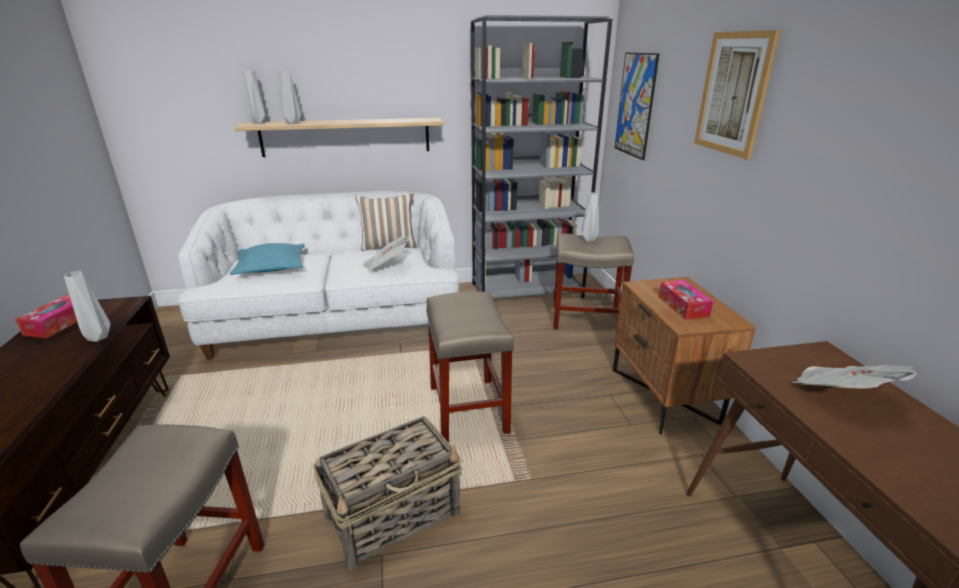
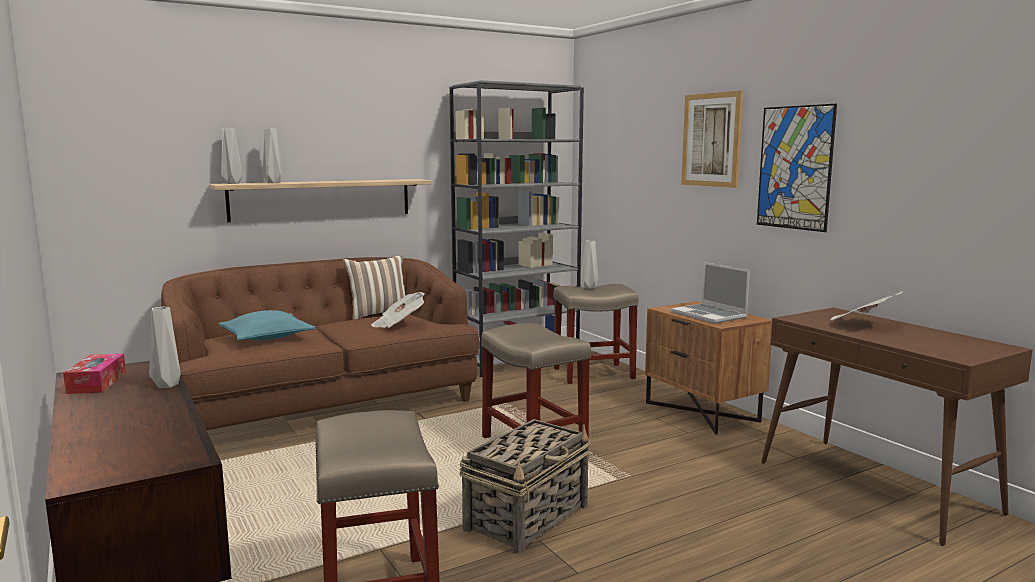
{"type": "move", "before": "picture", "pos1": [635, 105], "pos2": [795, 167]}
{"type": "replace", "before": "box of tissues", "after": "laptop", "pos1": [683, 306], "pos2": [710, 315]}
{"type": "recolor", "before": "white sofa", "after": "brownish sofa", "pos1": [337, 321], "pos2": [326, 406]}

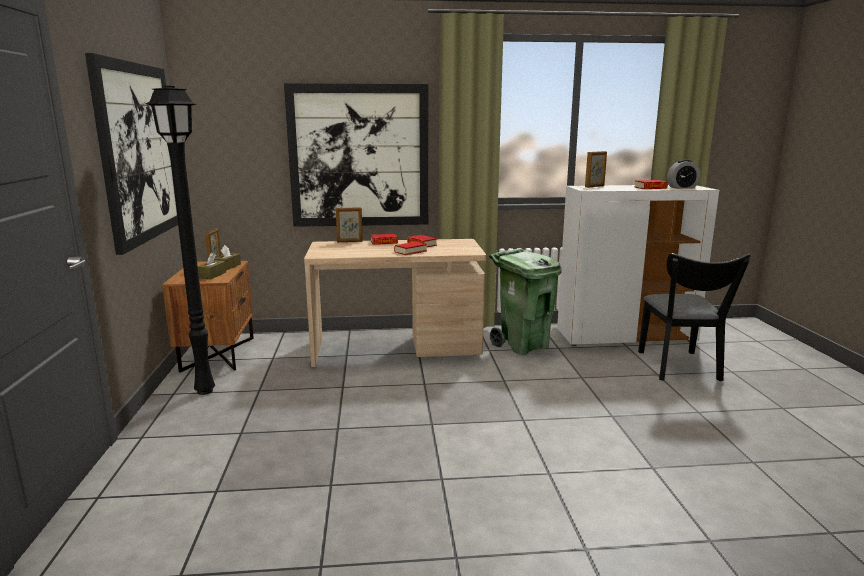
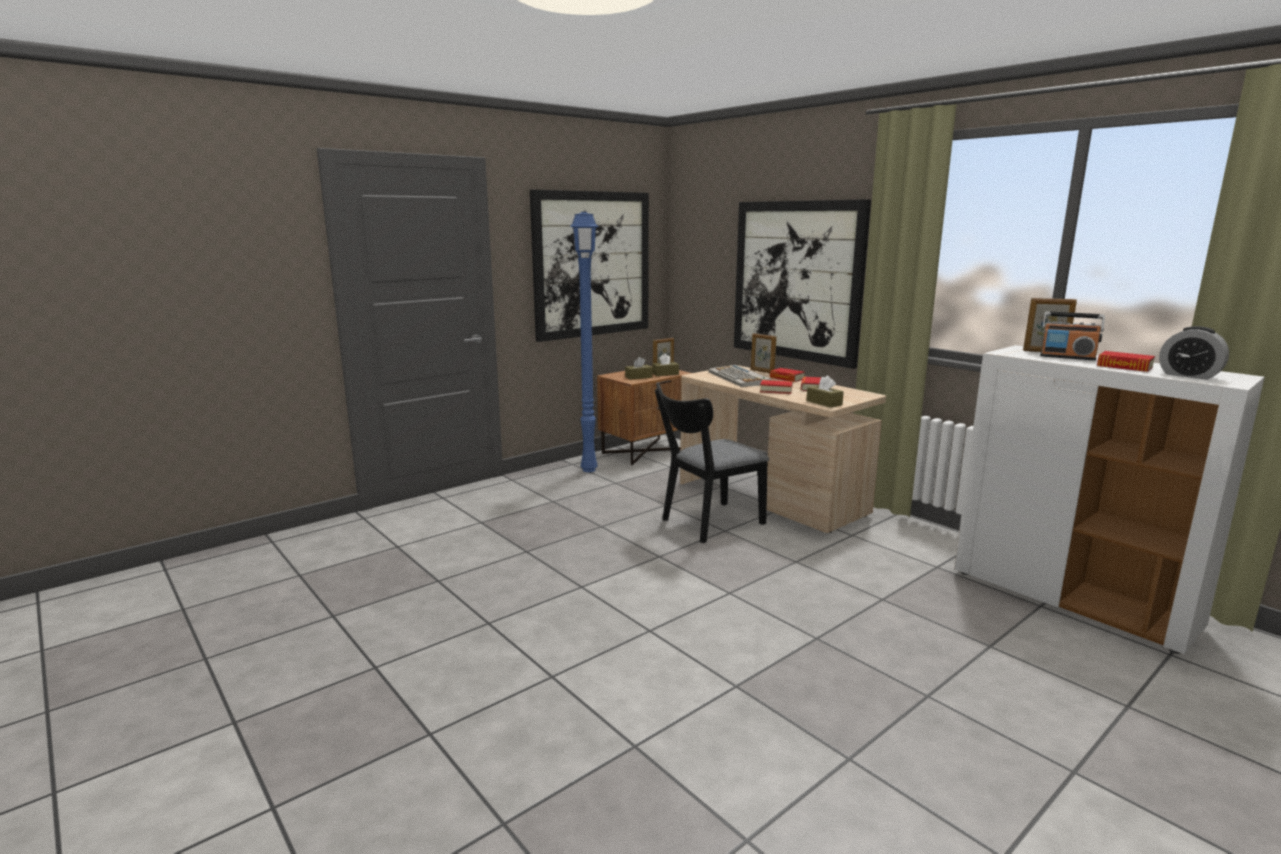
{"type": "delete", "before": "green-coloured rubbish bin", "pos1": [523, 345]}
{"type": "insert", "after": "PC keyboard", "pos2": [739, 378]}
{"type": "insert", "after": "brownish box of tissues", "pos2": [824, 403]}
{"type": "insert", "after": "radio", "pos2": [1067, 357]}
{"type": "move", "before": "black-coloured plain chair", "pos1": [680, 368], "pos2": [707, 523]}
{"type": "recolor", "before": "black-coloured standard lamp", "after": "blue standard lamp", "pos1": [205, 390], "pos2": [590, 469]}

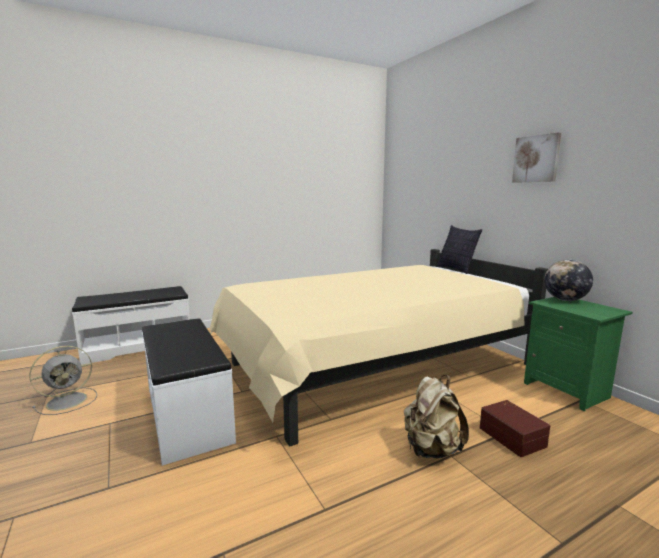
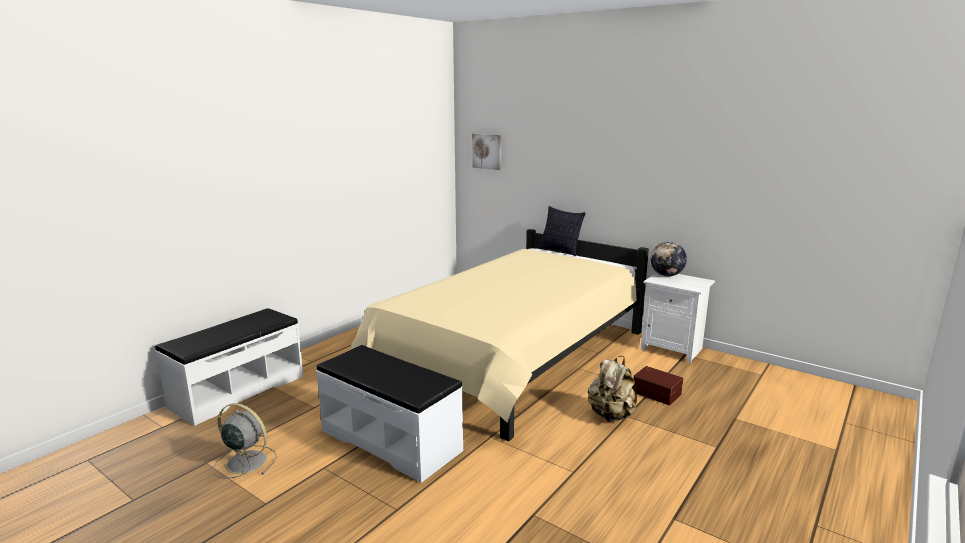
{"type": "move", "before": "picture", "pos1": [536, 159], "pos2": [487, 151]}
{"type": "recolor", "before": "green-coloured night table", "after": "white night table", "pos1": [567, 390], "pos2": [672, 349]}
{"type": "rotate", "before": "gray cooling fan", "pos1": [69, 401], "pos2": [245, 461], "turn": -90}

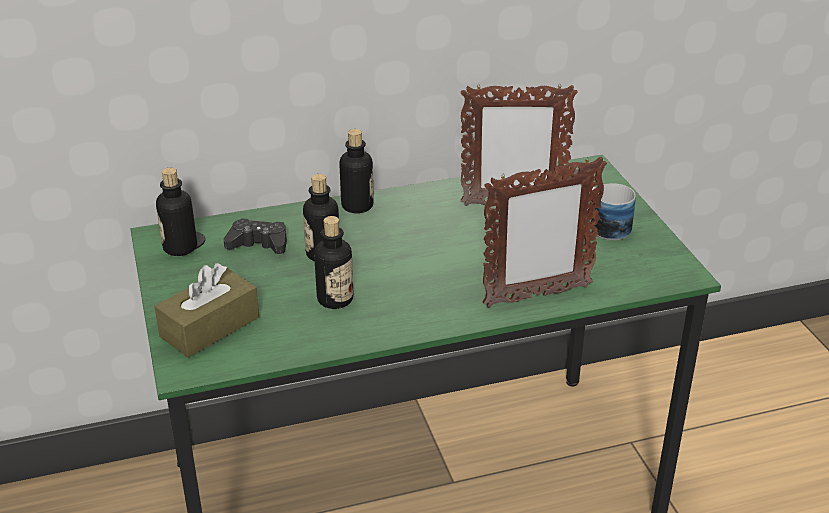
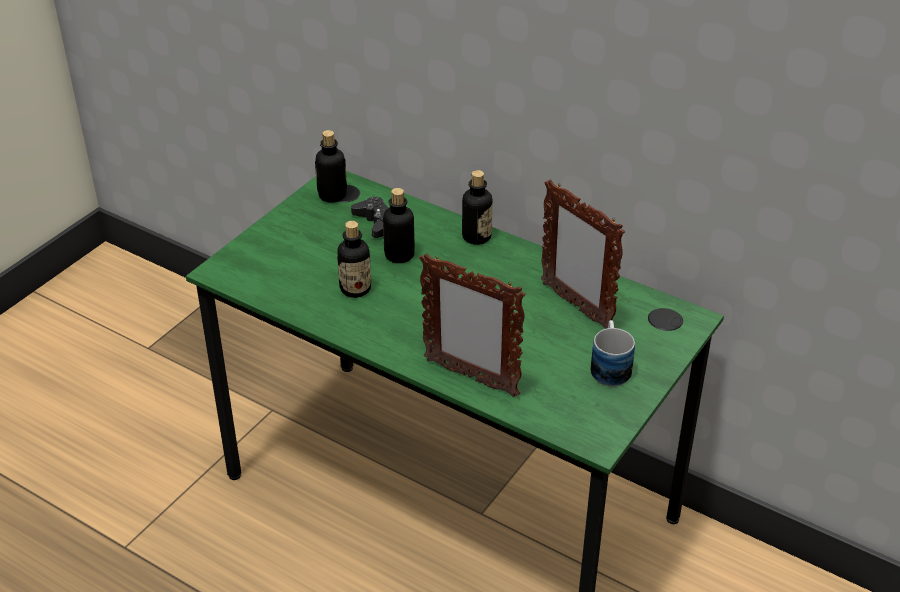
{"type": "delete", "before": "brownish box of tissues", "pos1": [210, 327]}

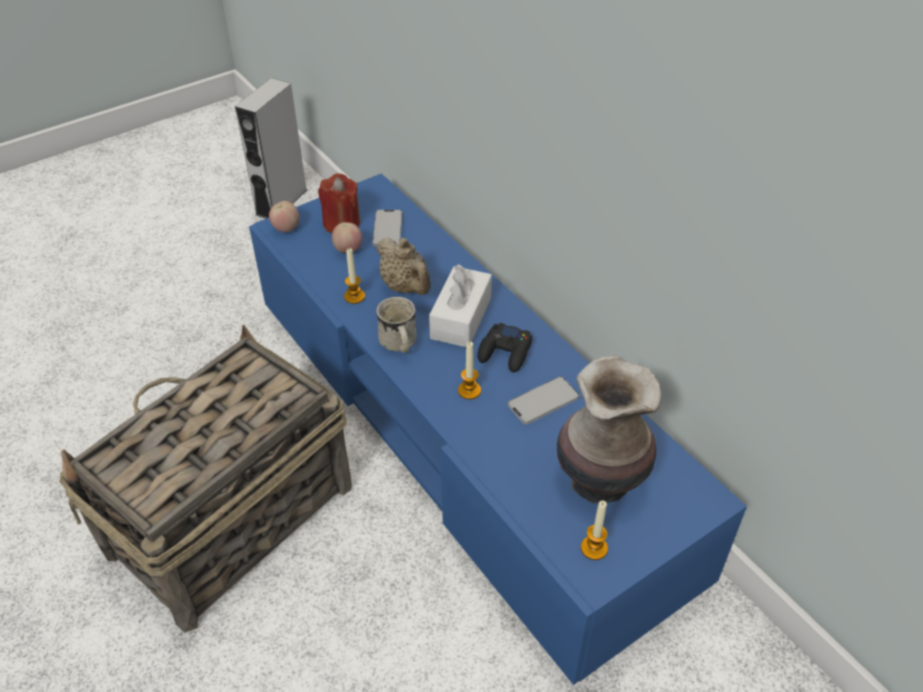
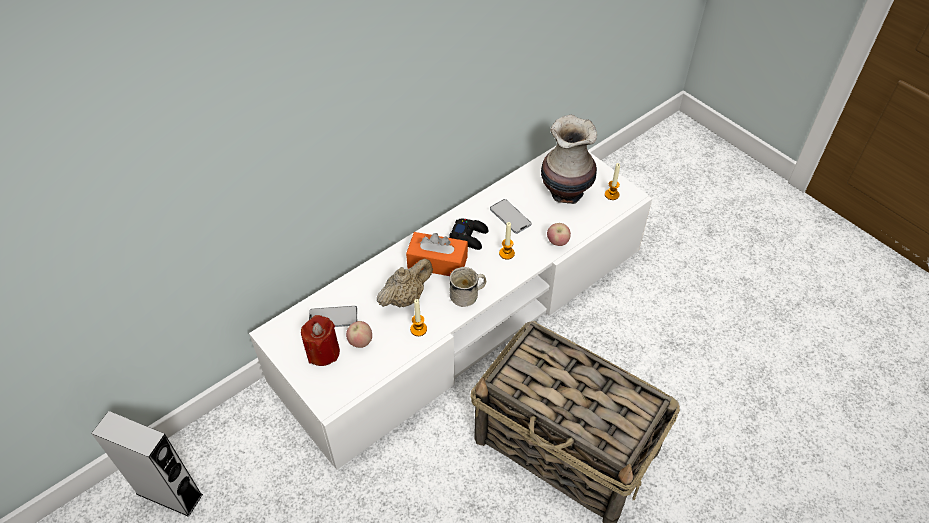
{"type": "move", "before": "apple", "pos1": [286, 228], "pos2": [557, 242]}
{"type": "recolor", "before": "blue tv unit", "after": "white tv unit", "pos1": [461, 429], "pos2": [464, 315]}
{"type": "recolor", "before": "white box of tissues", "after": "orange-coloured box of tissues", "pos1": [461, 318], "pos2": [437, 262]}

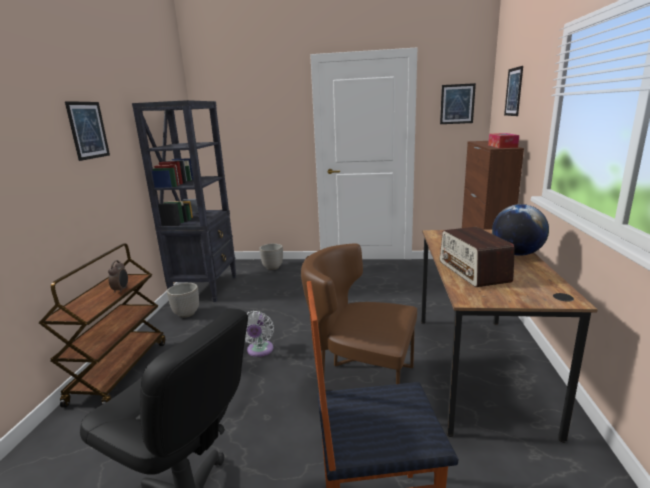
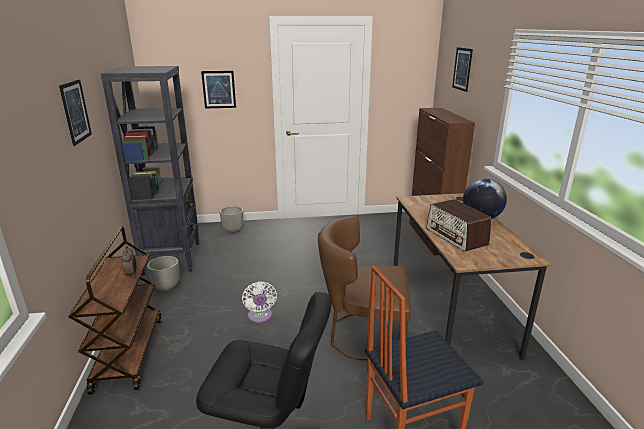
{"type": "delete", "before": "box of tissues", "pos1": [502, 146]}
{"type": "move", "before": "picture", "pos1": [457, 104], "pos2": [219, 89]}

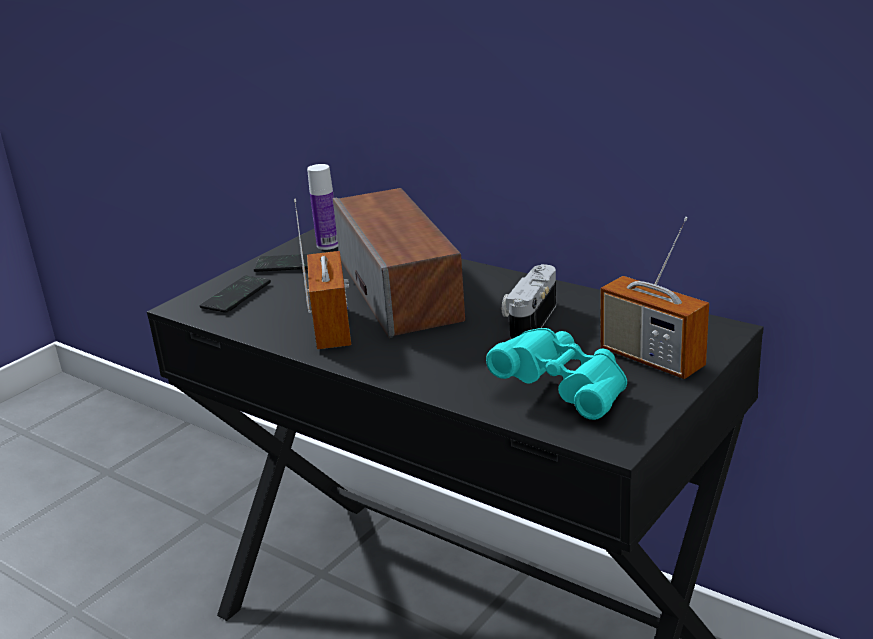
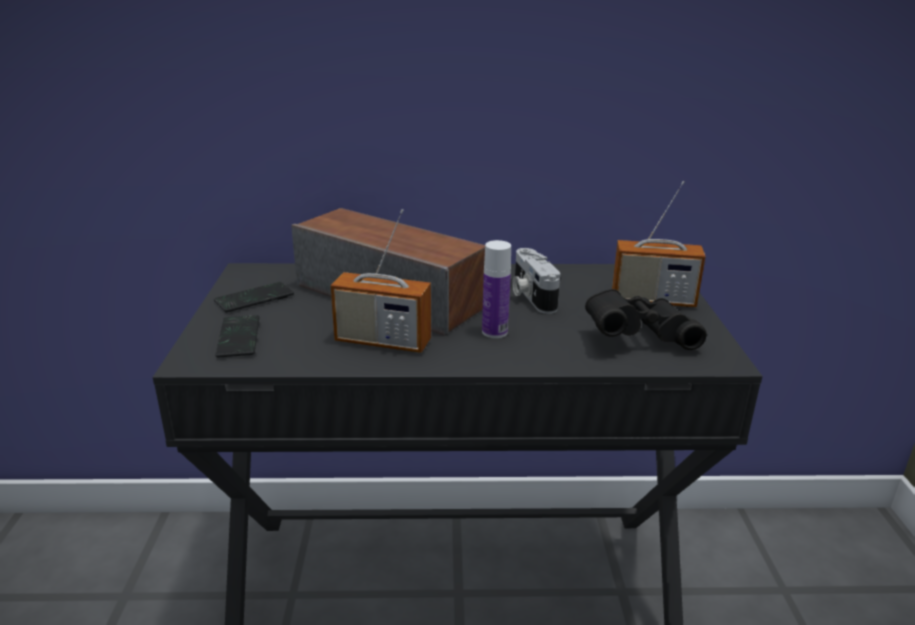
{"type": "move", "before": "drink bottle", "pos1": [328, 245], "pos2": [494, 332]}
{"type": "recolor", "before": "turquoise-coloured field glasses", "after": "black-coloured field glasses", "pos1": [564, 391], "pos2": [637, 337]}
{"type": "rotate", "before": "radio", "pos1": [332, 329], "pos2": [383, 341], "turn": 150}

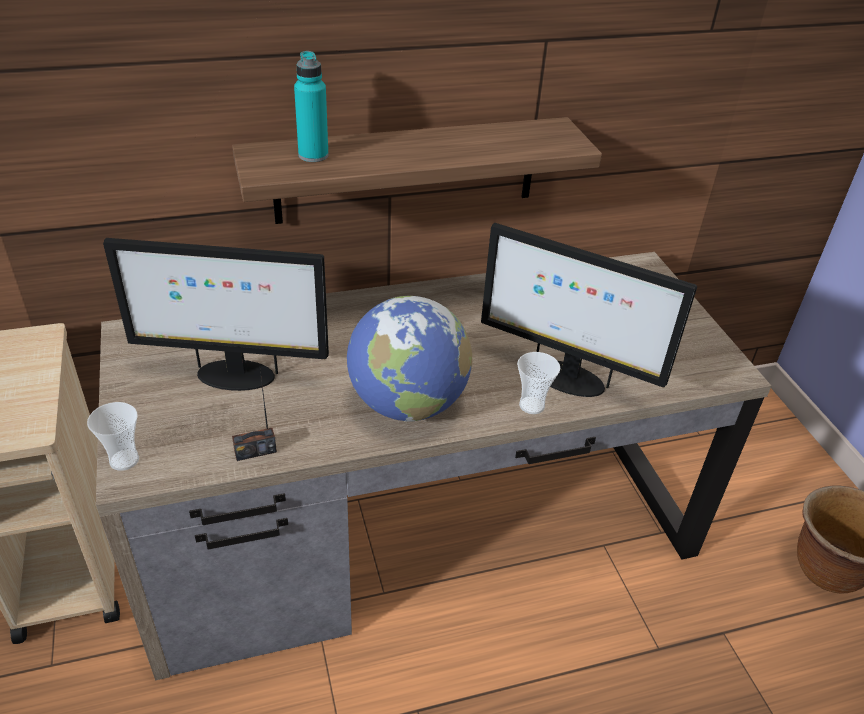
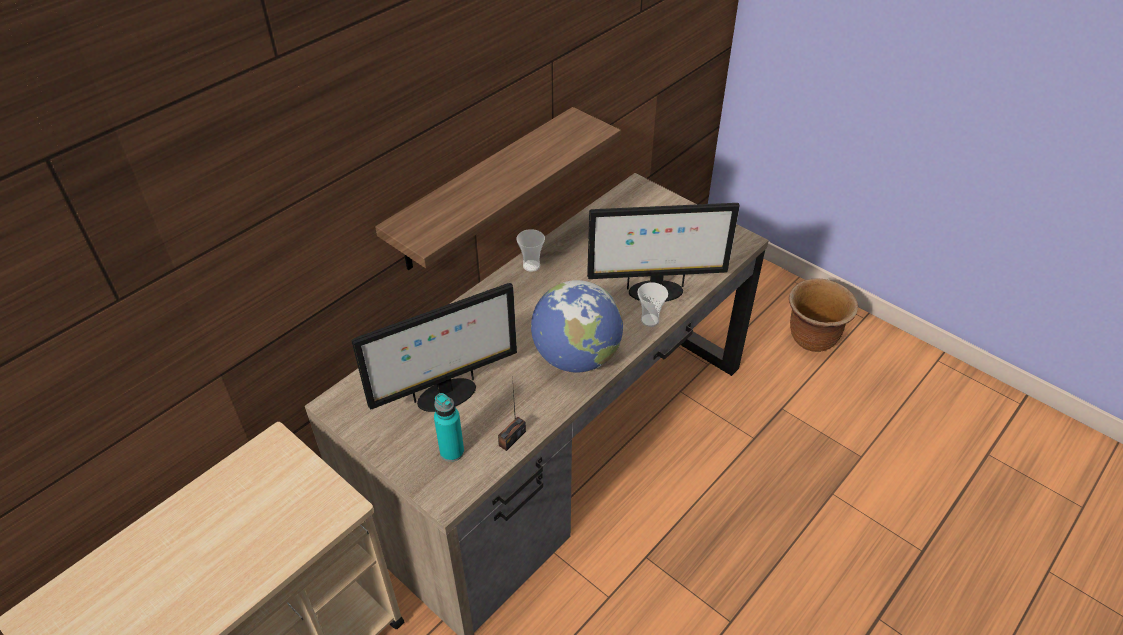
{"type": "move", "before": "cup", "pos1": [124, 460], "pos2": [531, 266]}
{"type": "move", "before": "turquoise-coloured drink bottle", "pos1": [313, 155], "pos2": [452, 451]}

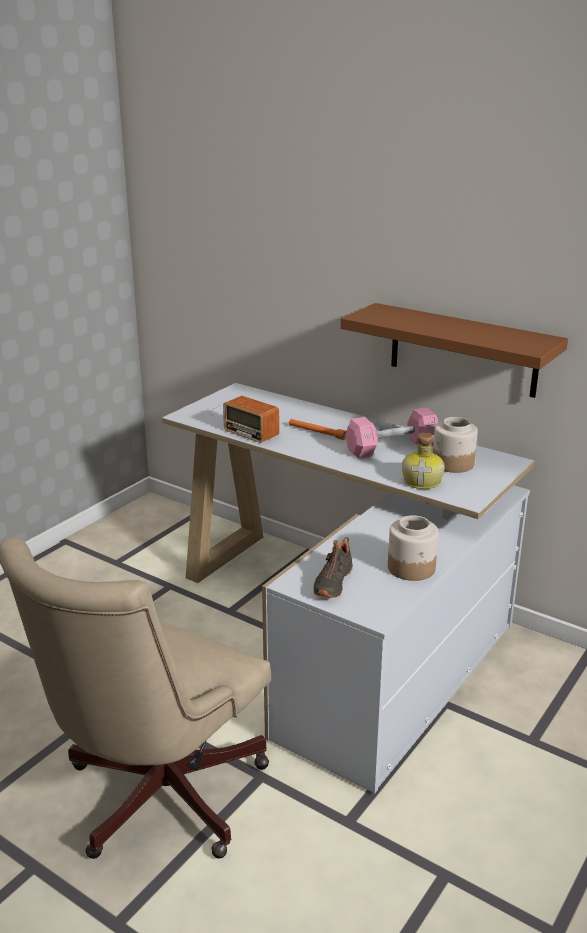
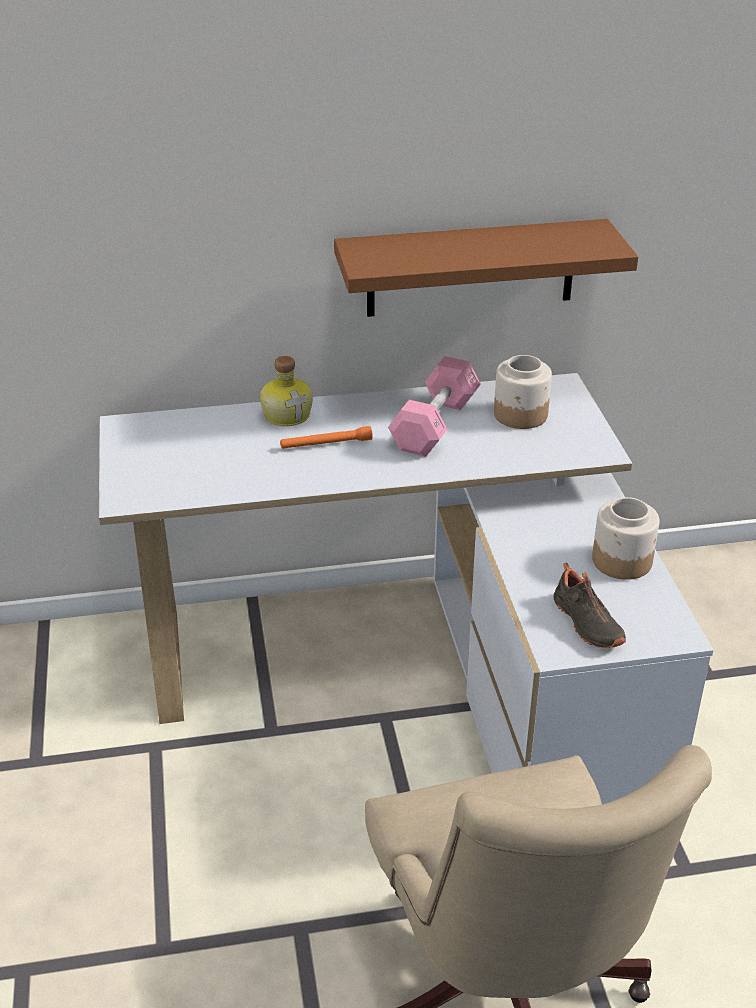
{"type": "delete", "before": "radio", "pos1": [244, 421]}
{"type": "move", "before": "drink bottle", "pos1": [423, 481], "pos2": [288, 414]}

